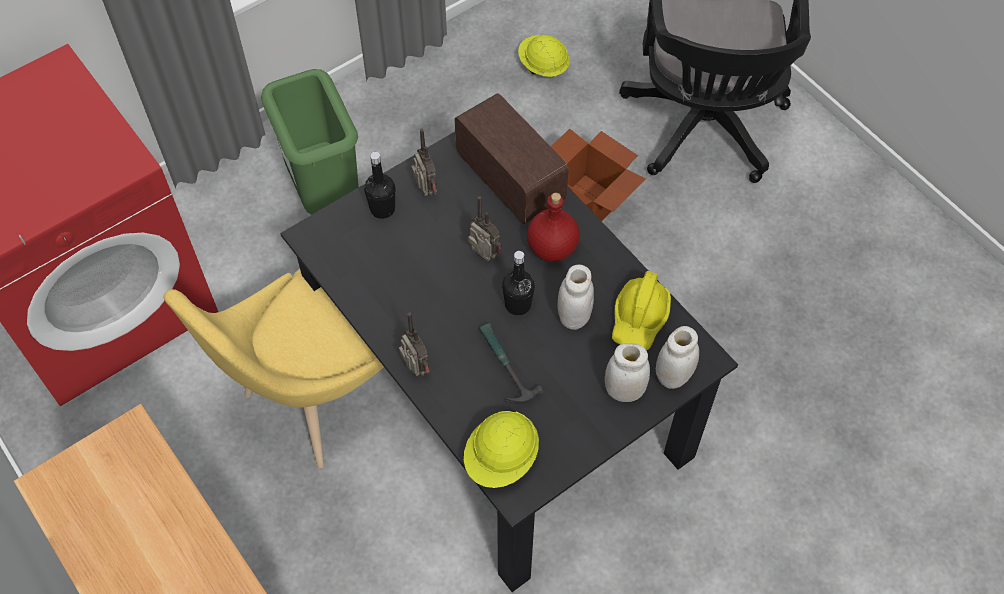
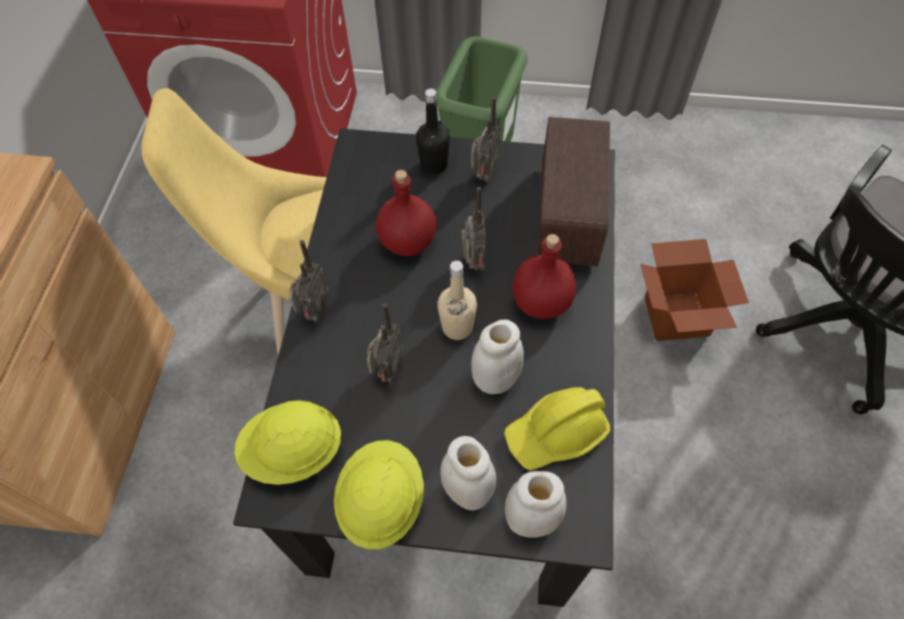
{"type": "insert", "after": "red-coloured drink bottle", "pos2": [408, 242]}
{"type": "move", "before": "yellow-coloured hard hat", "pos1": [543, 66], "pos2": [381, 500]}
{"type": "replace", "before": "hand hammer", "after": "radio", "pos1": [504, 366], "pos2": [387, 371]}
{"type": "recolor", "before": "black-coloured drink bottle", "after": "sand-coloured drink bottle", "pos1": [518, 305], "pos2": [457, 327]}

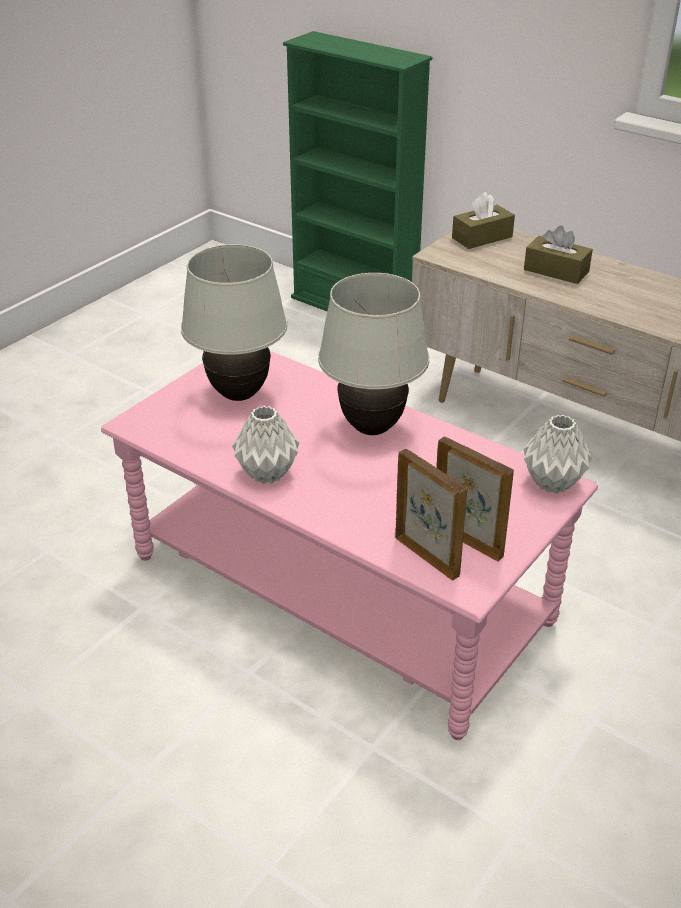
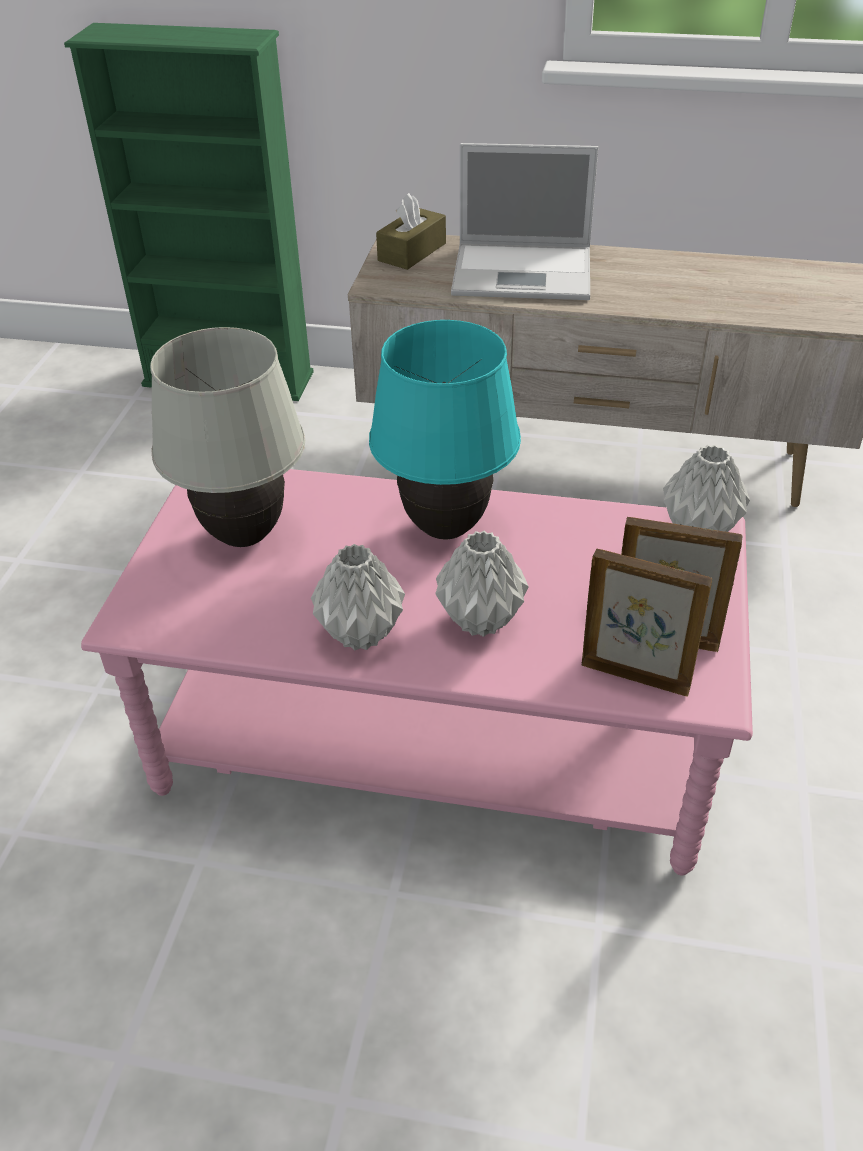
{"type": "insert", "after": "gray vase", "pos2": [479, 619]}
{"type": "replace", "before": "brownish box of tissues", "after": "laptop", "pos1": [556, 271], "pos2": [525, 272]}
{"type": "recolor", "before": "white tabletop lamp", "after": "turquoise-coloured tabletop lamp", "pos1": [371, 427], "pos2": [444, 528]}

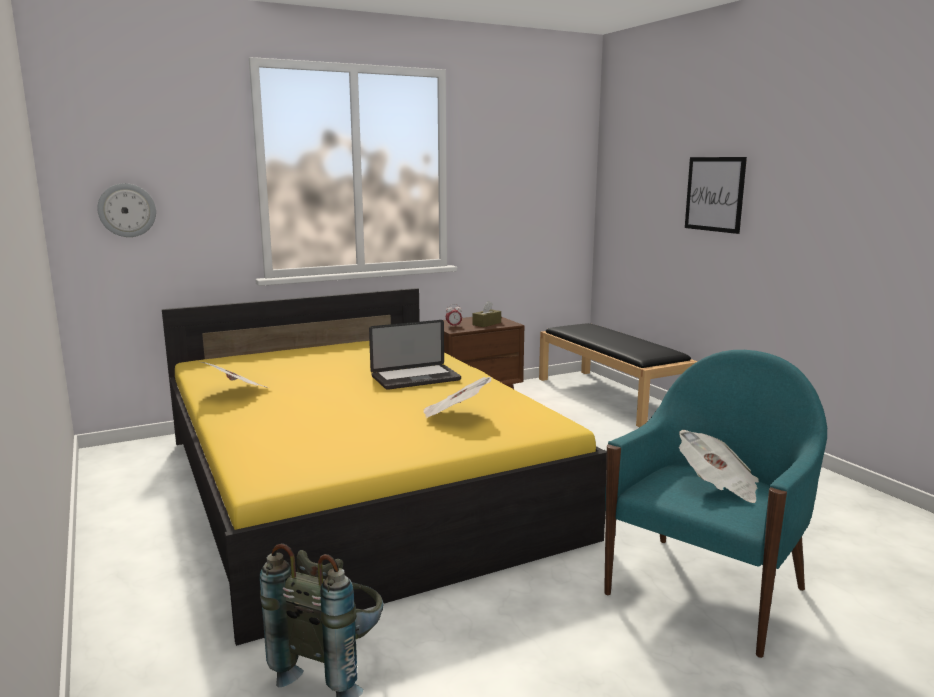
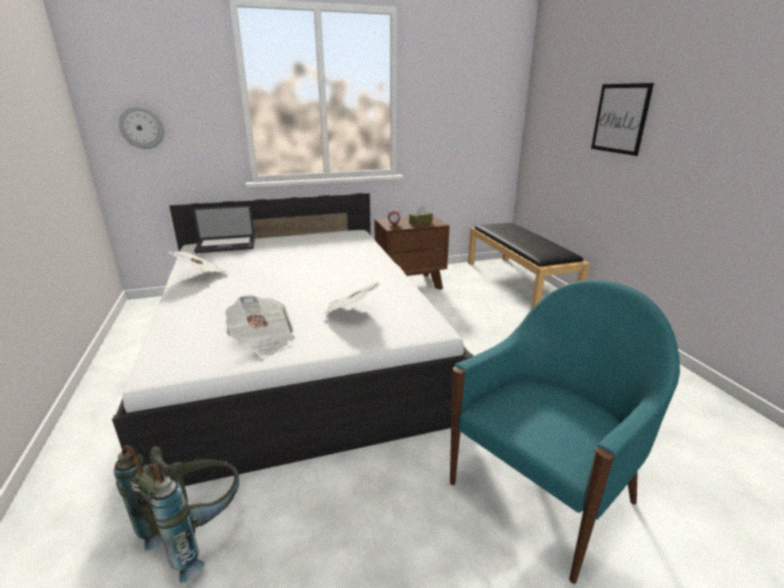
{"type": "move", "before": "laptop", "pos1": [415, 378], "pos2": [226, 246]}
{"type": "move", "before": "daily paper", "pos1": [718, 486], "pos2": [262, 341]}
{"type": "recolor", "before": "yellow-coloured sleeping bed", "after": "white sleeping bed", "pos1": [357, 485], "pos2": [296, 348]}

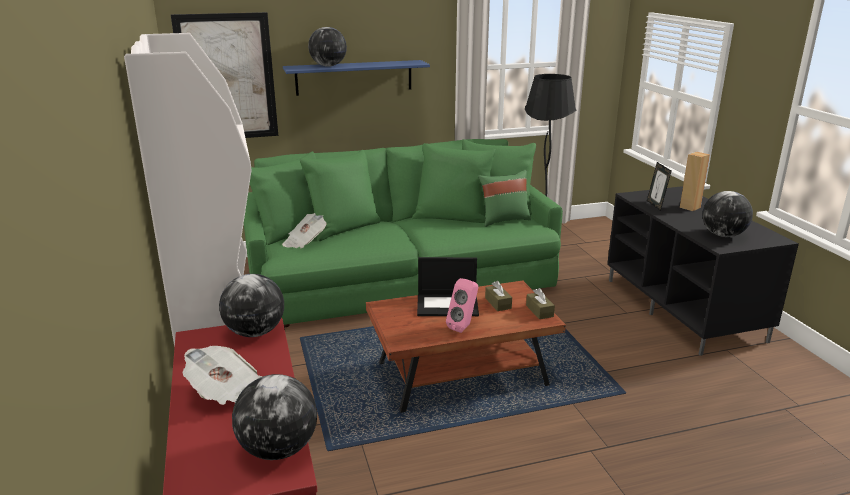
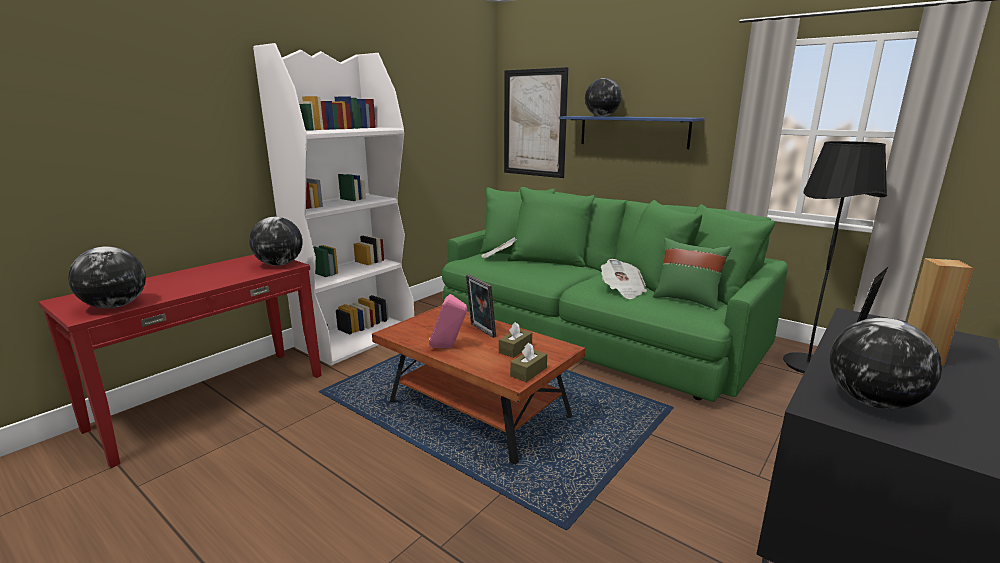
{"type": "move", "before": "daily paper", "pos1": [227, 394], "pos2": [622, 291]}
{"type": "replace", "before": "laptop", "after": "standing frame", "pos1": [448, 305], "pos2": [481, 331]}

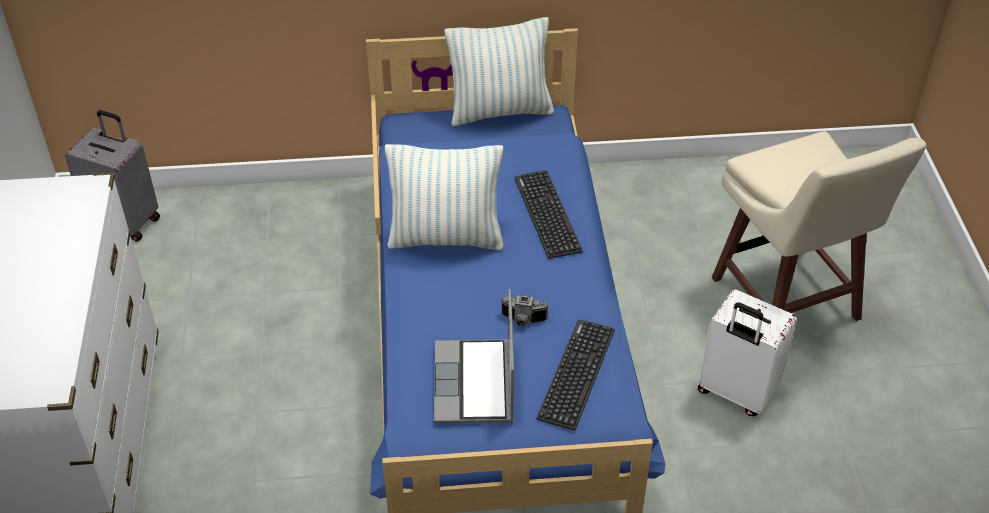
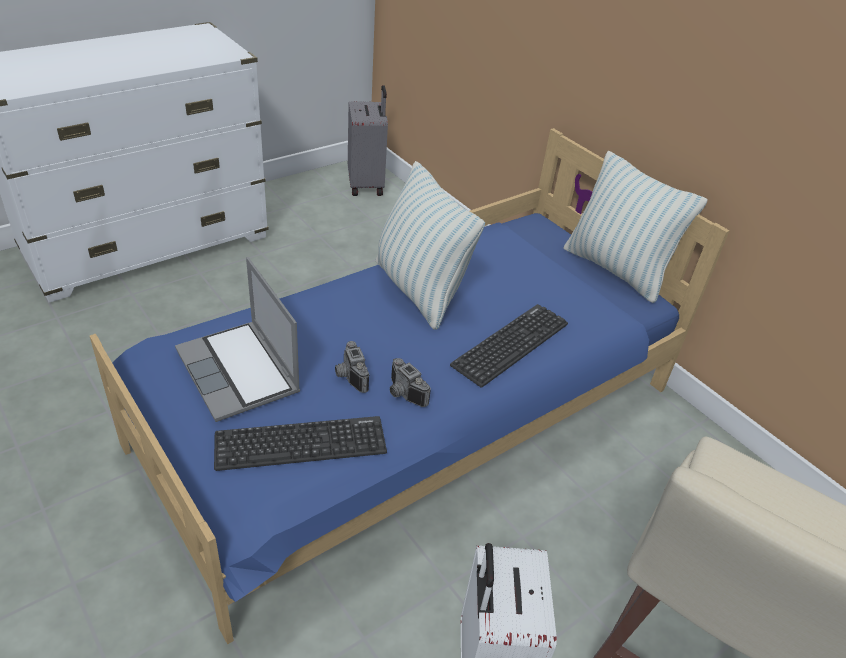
{"type": "insert", "after": "still camera", "pos2": [403, 394]}
{"type": "rotate", "before": "laptop", "pos1": [475, 385], "pos2": [240, 372], "turn": -90}

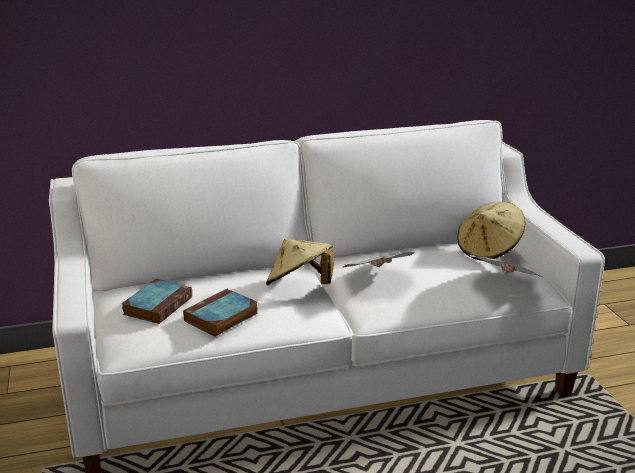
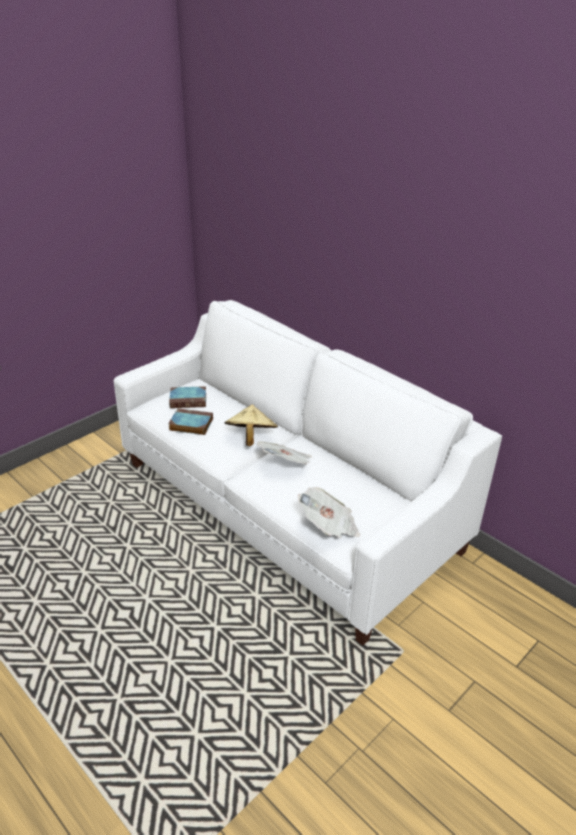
{"type": "delete", "before": "sand-coloured wearable hat", "pos1": [489, 250]}

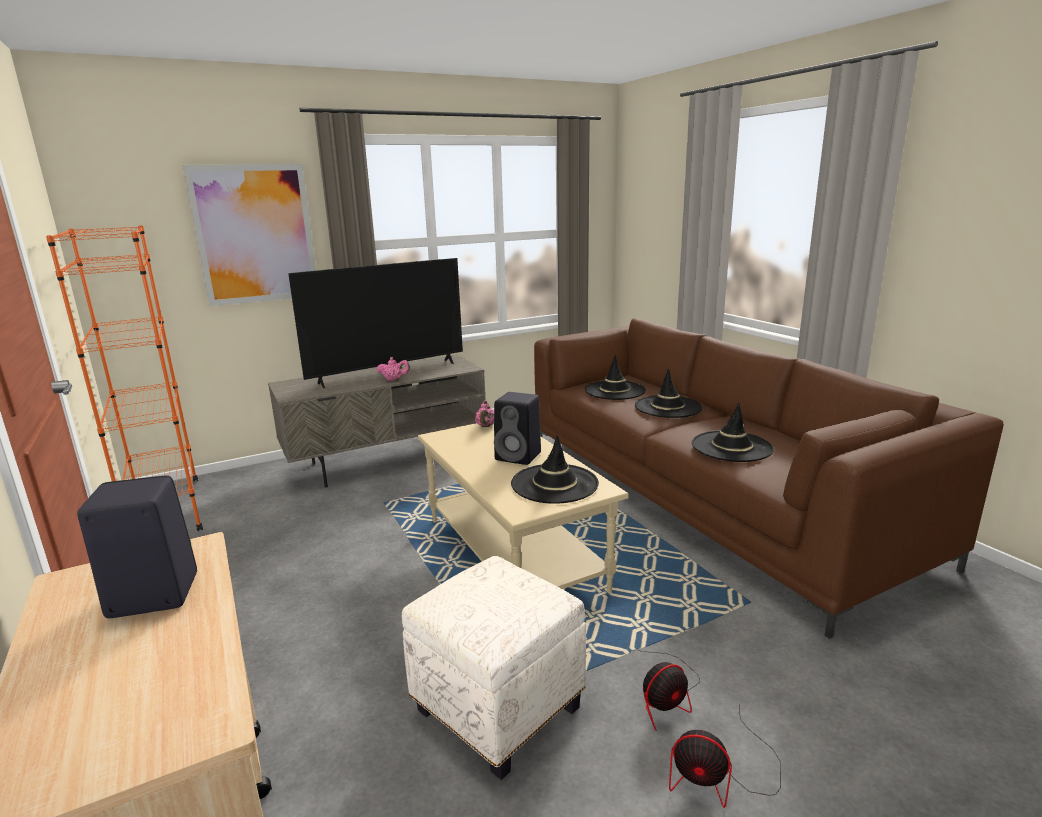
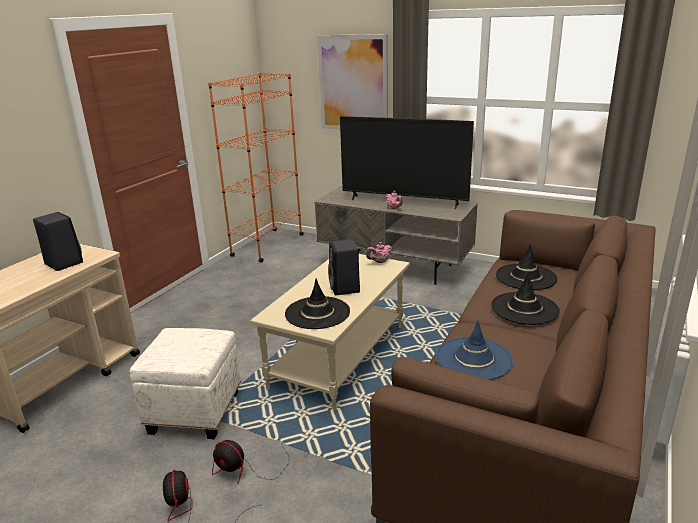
{"type": "recolor", "before": "black-coloured wearable hat", "after": "blue wearable hat", "pos1": [731, 447], "pos2": [474, 359]}

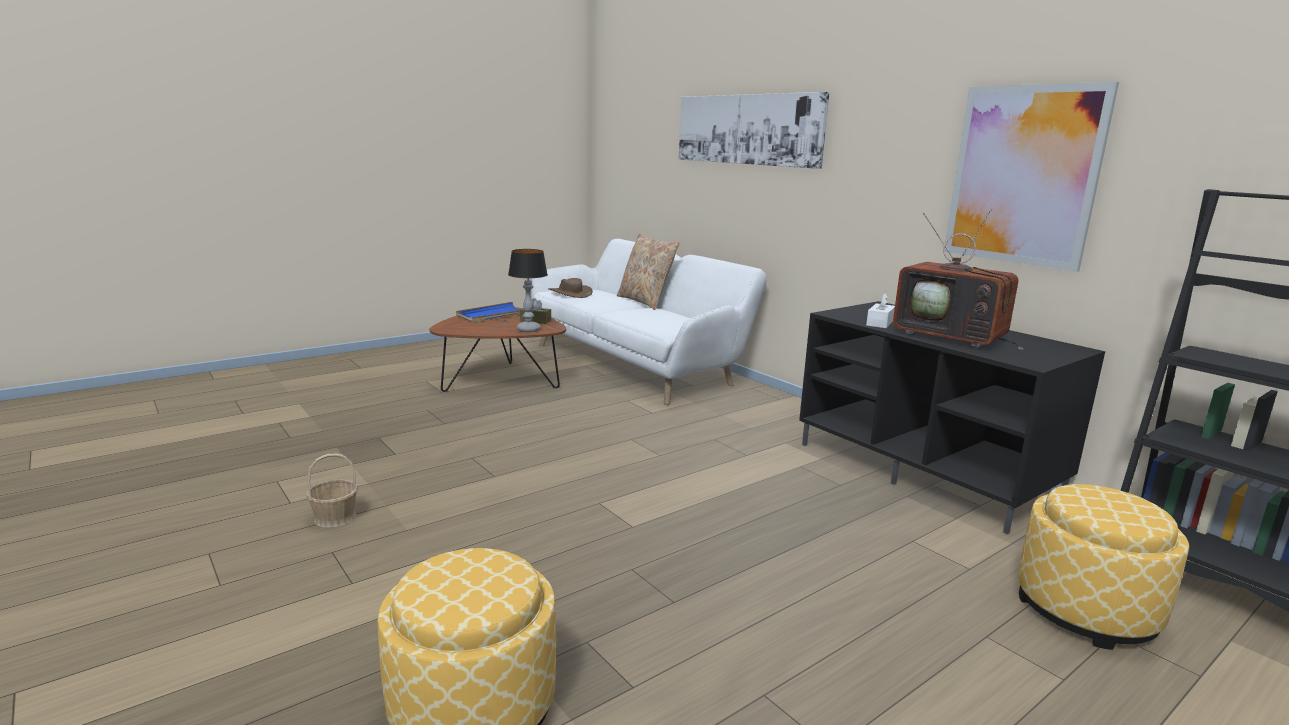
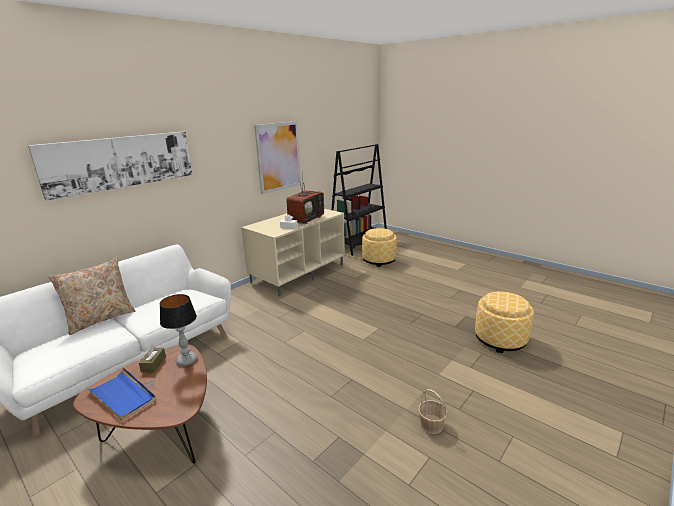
{"type": "delete", "before": "brownish wearable hat", "pos1": [570, 293]}
{"type": "recolor", "before": "black-coloured tv unit", "after": "sand-coloured tv unit", "pos1": [926, 470], "pos2": [298, 273]}

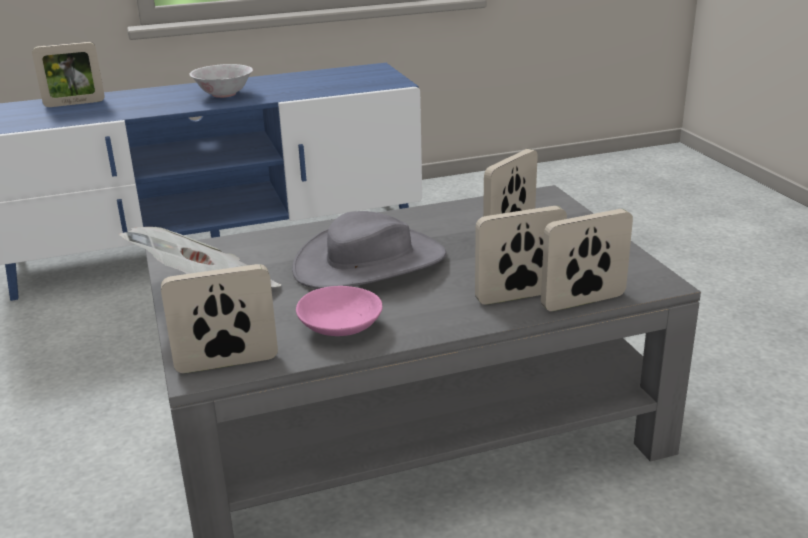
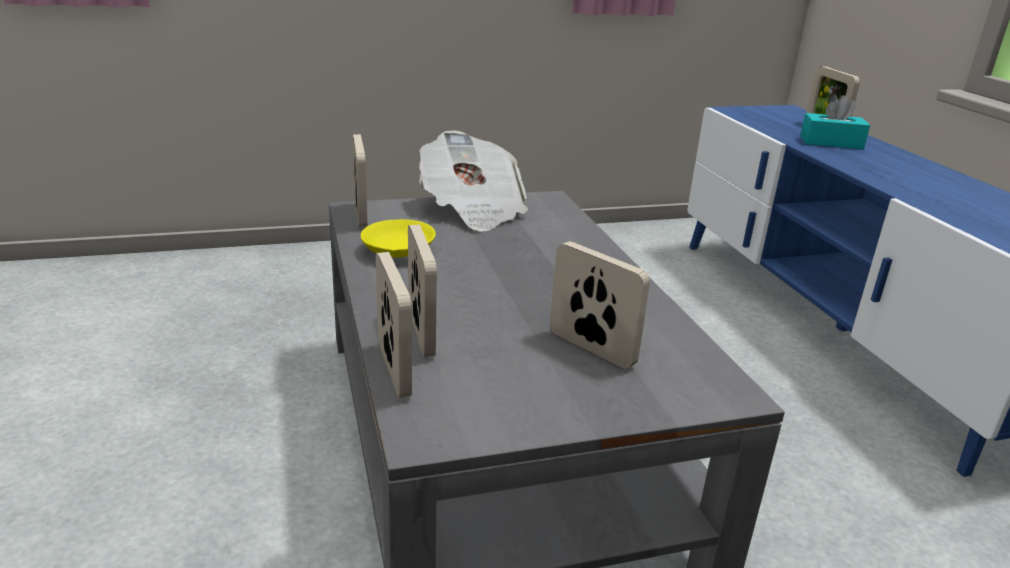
{"type": "delete", "before": "white serving bowl", "pos1": [224, 94]}
{"type": "delete", "before": "gray wearable hat", "pos1": [370, 263]}
{"type": "insert", "after": "turquoise-coloured box of tissues", "pos2": [831, 142]}
{"type": "recolor", "before": "pink serving bowl", "after": "yellow-coloured serving bowl", "pos1": [341, 326], "pos2": [397, 251]}

